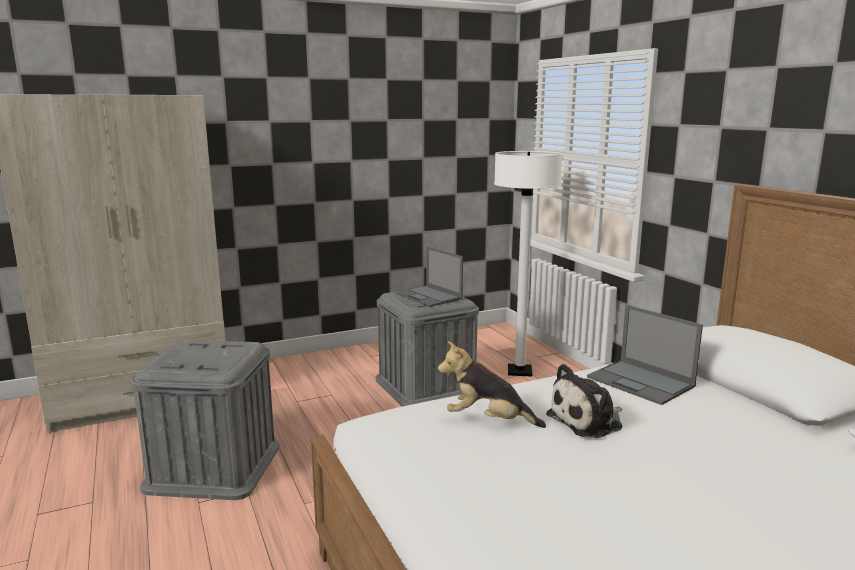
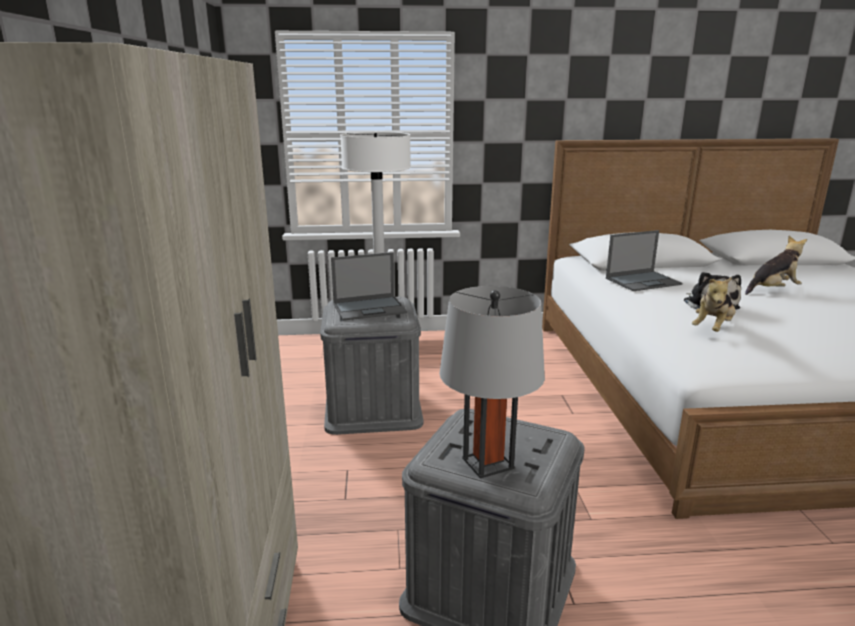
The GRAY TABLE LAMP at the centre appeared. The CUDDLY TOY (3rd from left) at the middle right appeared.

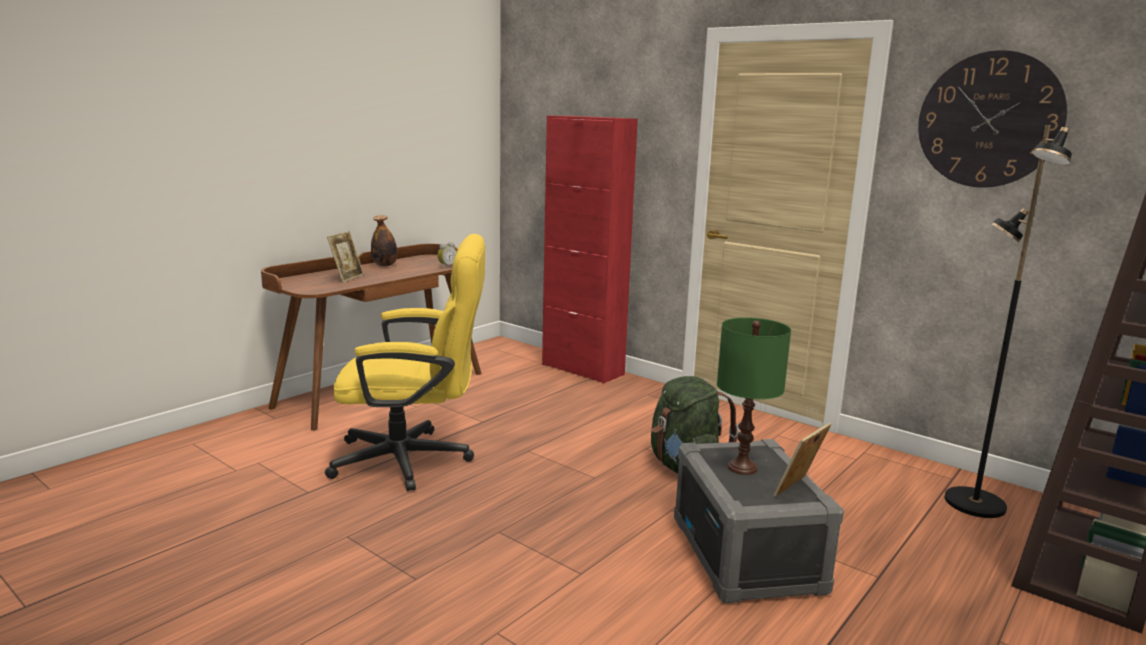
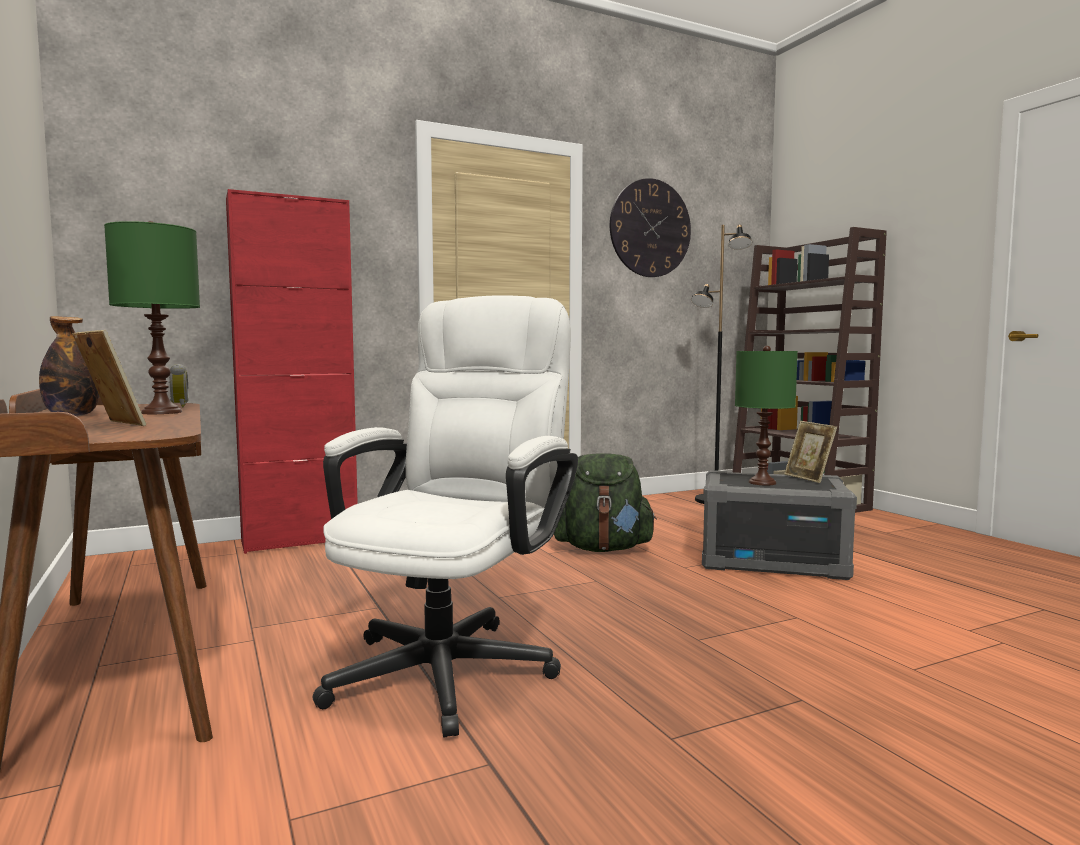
The GREEN TABLE LAMP (1st from left) at the middle left appeared. The YELLOWISH OFFICE CHAIR at the centre became the WHITISH OFFICE CHAIR at the centre.

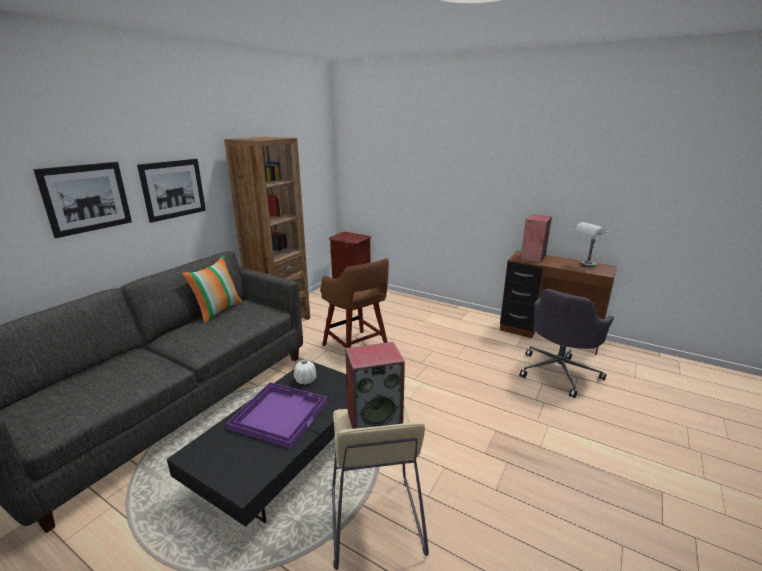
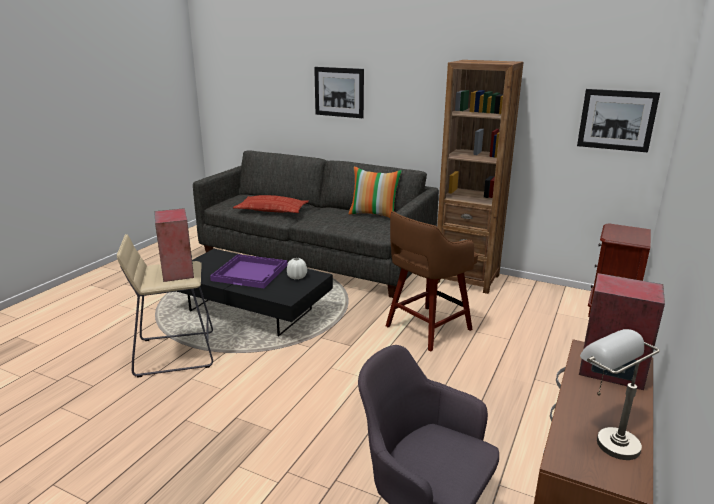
The THROW PILLOW (1st from left) at the centre appeared. The PICTURE (2nd from left) moved from the middle left to the top right.

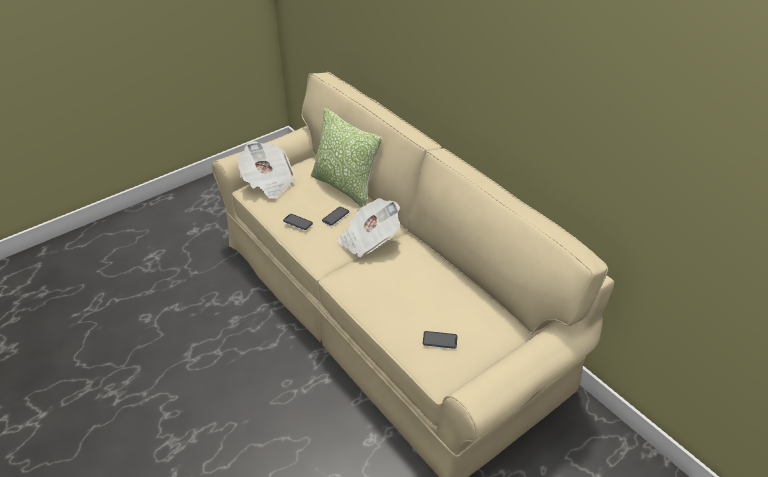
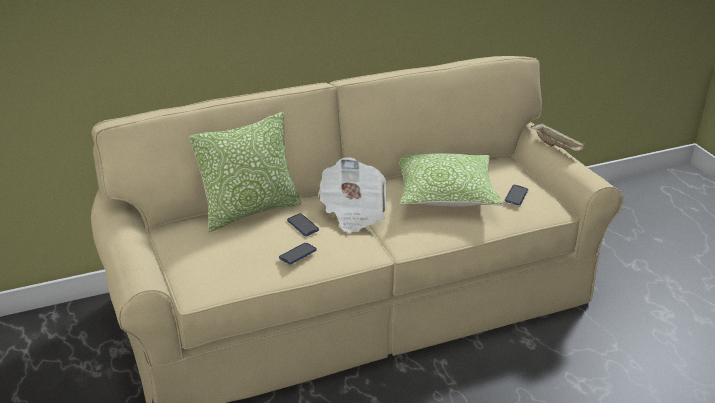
The DAILY PAPER (1st from left) at the centre disappeared. The THROW PILLOW (2nd from left) at the centre appeared. The BEIGE-COLOURED CARRYING TRAY at the middle right appeared.

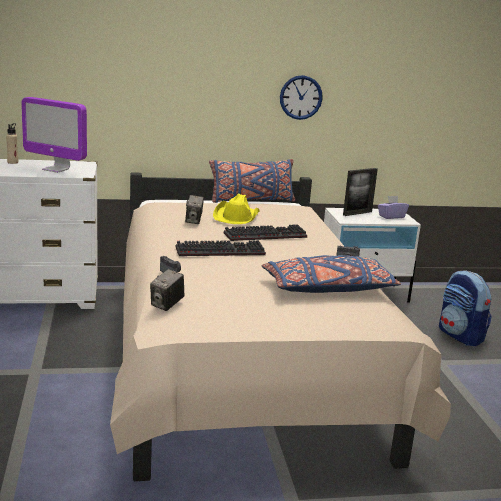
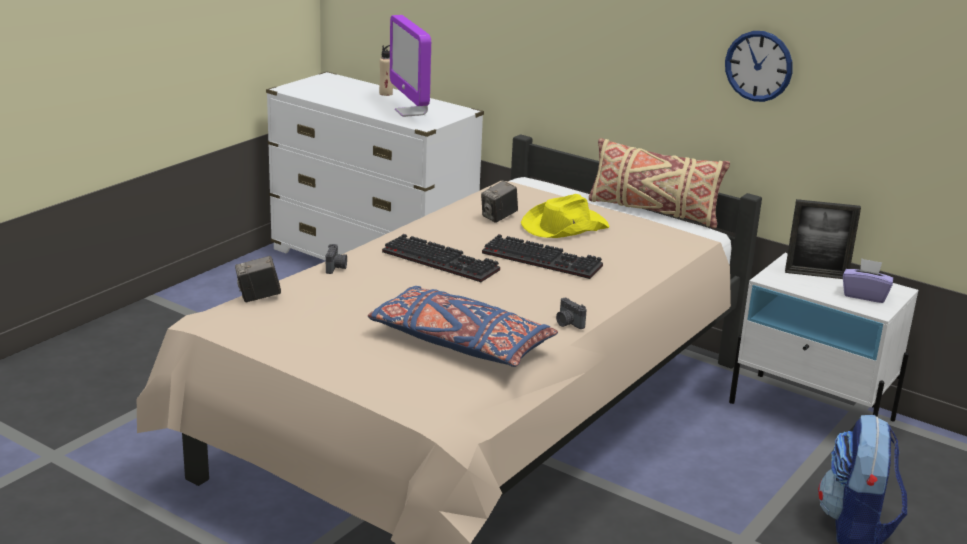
The BLUE-COLOURED THROW PILLOW (1st from left) at the centre became the BEIGE-COLOURED THROW PILLOW at the middle right.

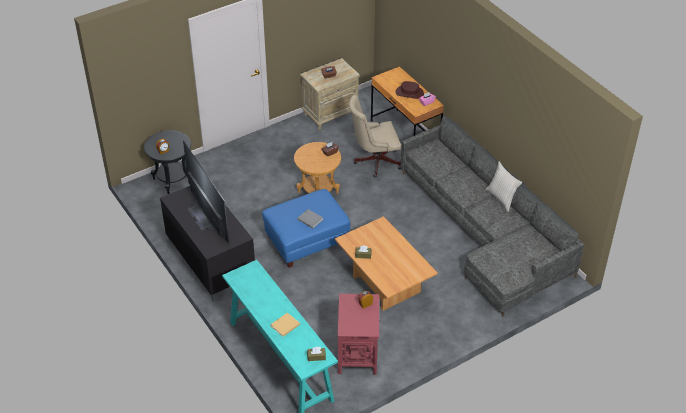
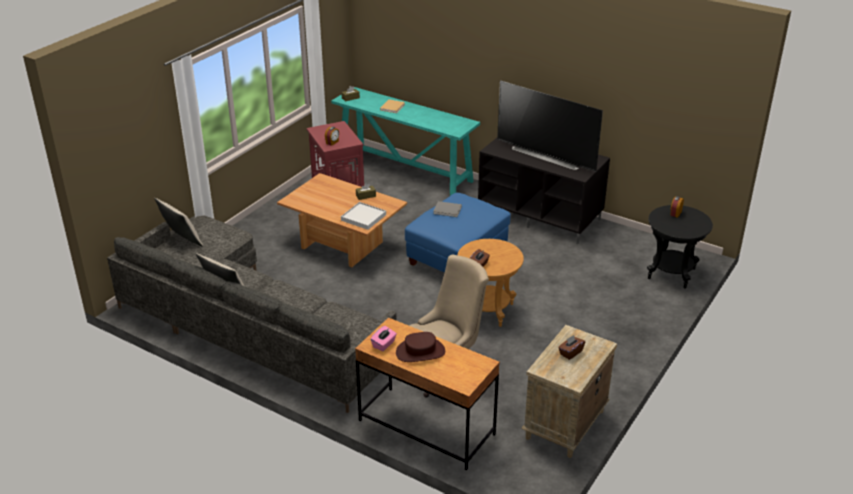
The BEIGE-COLOURED THROW PILLOW (1st from left) at the middle left appeared. The WHITISH CARRYING TRAY at the centre appeared.

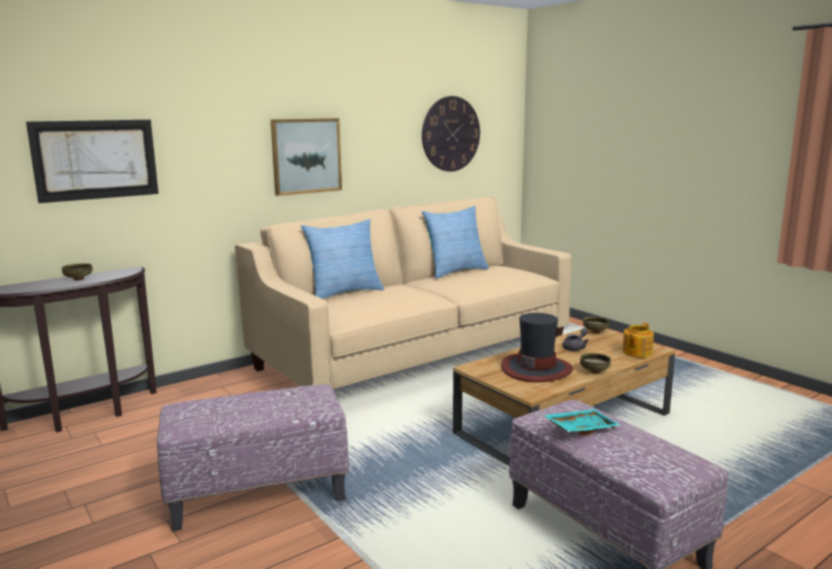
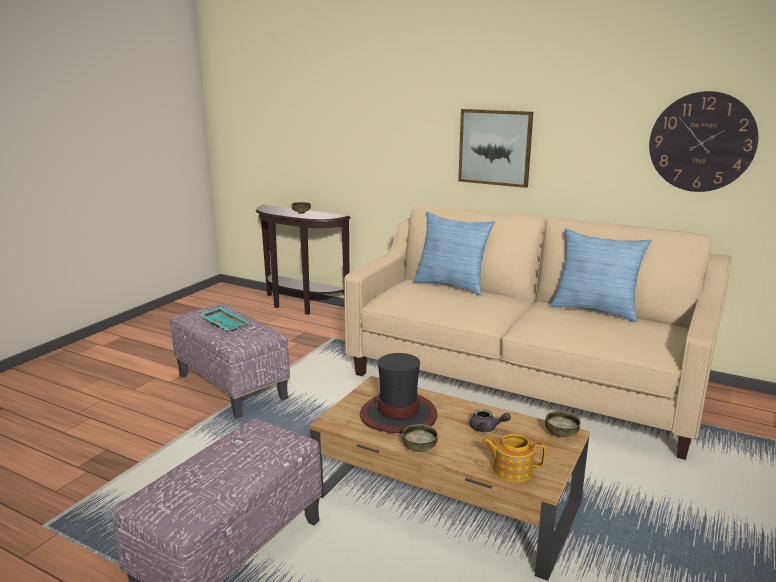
The PICTURE (1st from left) at the top left disappeared. The BLUE-GREEN CARRYING TRAY moved from the bottom right to the middle left.

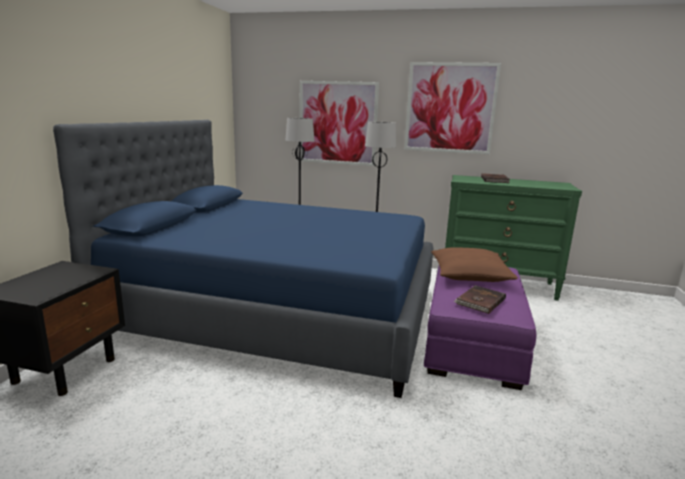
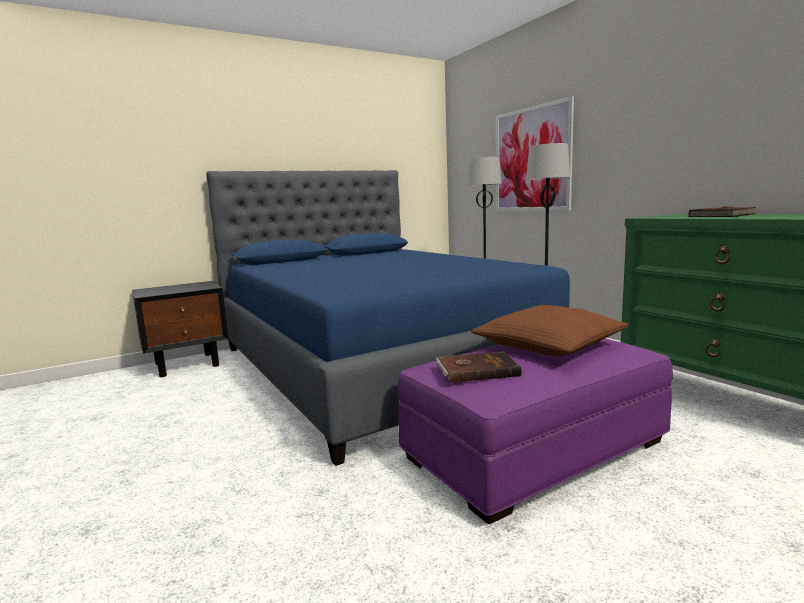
The PICTURE (2nd from left) at the top centre disappeared.

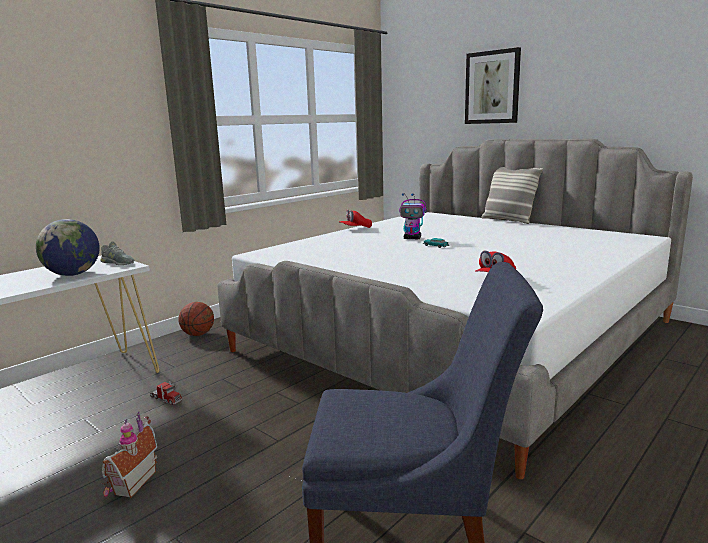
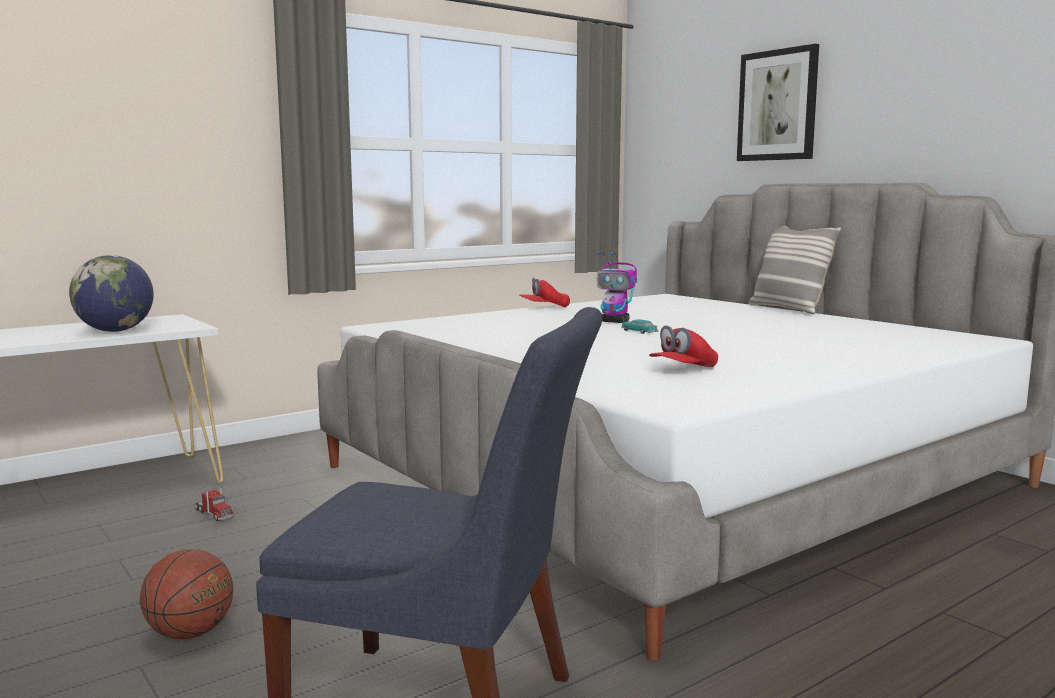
The GRAY ITEM OF FOOTWEAR at the middle left disappeared. The MINIATURE HOUSE at the bottom left disappeared. The BASKETBALL moved from the middle left to the bottom left.

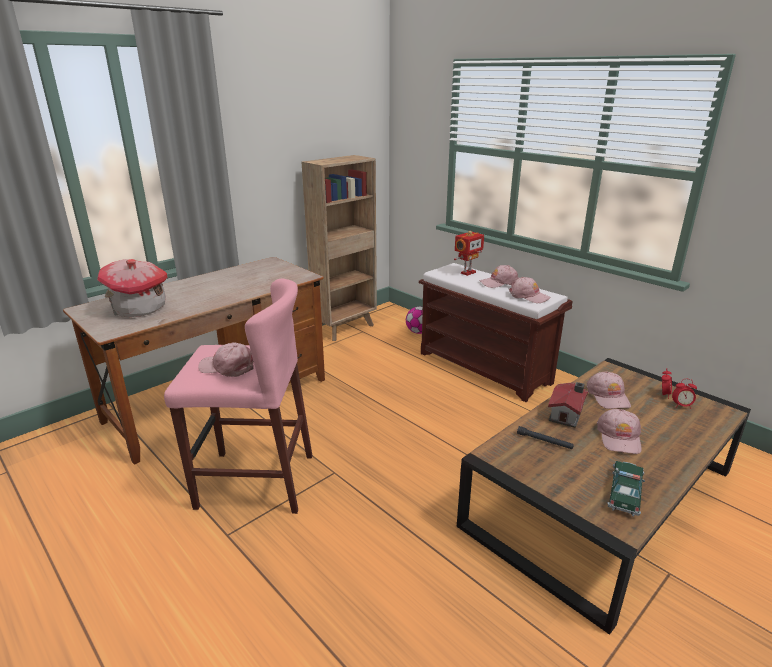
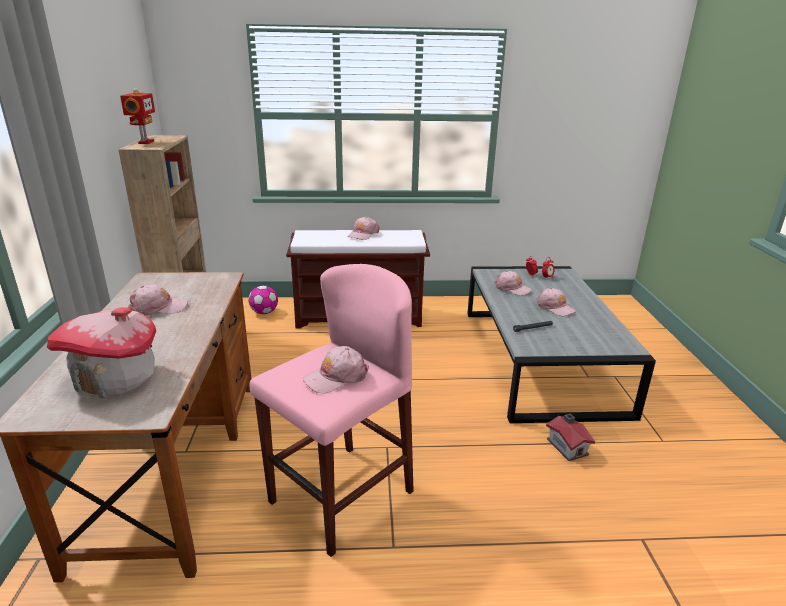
The MINIATURE CAR at the bottom right disappeared. The TOY ROBOT moved from the centre to the top left. The PINKISH CAP (3rd from left in the first image) moved from the middle right to the middle left. The MINIATURE HOUSE (2nd from left) moved from the middle right to the bottom right. The BROWN-COLOURED LOW TABLE at the bottom right became the GRAY LOW TABLE at the middle right.

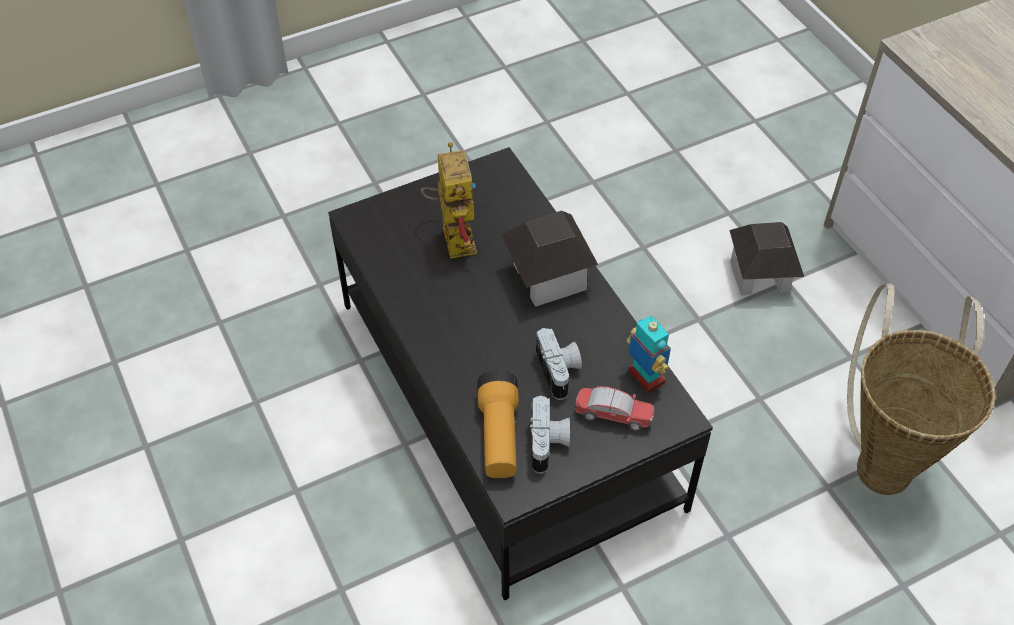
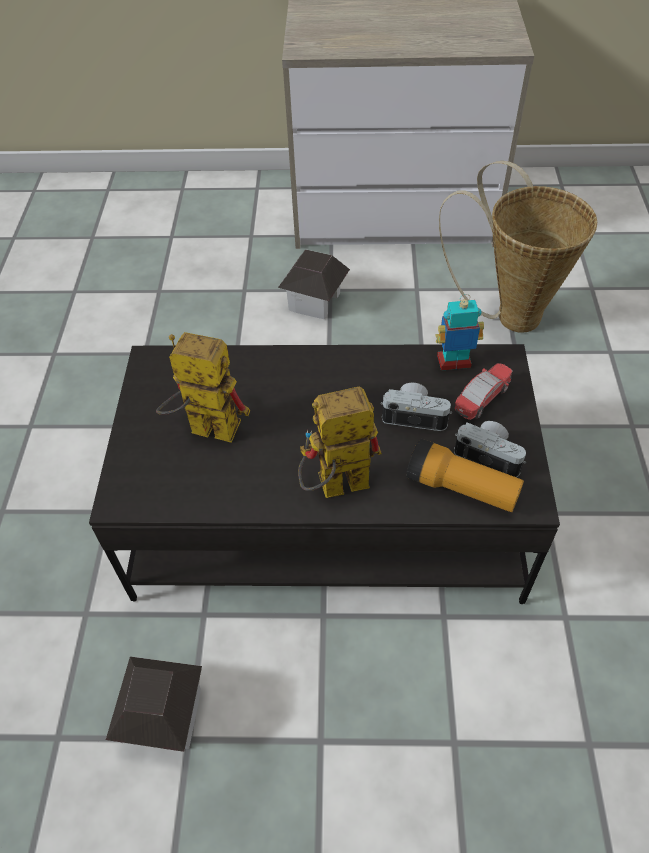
The TOY ROBOT (2nd from left) at the centre appeared. The MINIATURE HOUSE (1st from left) moved from the centre to the bottom left.

